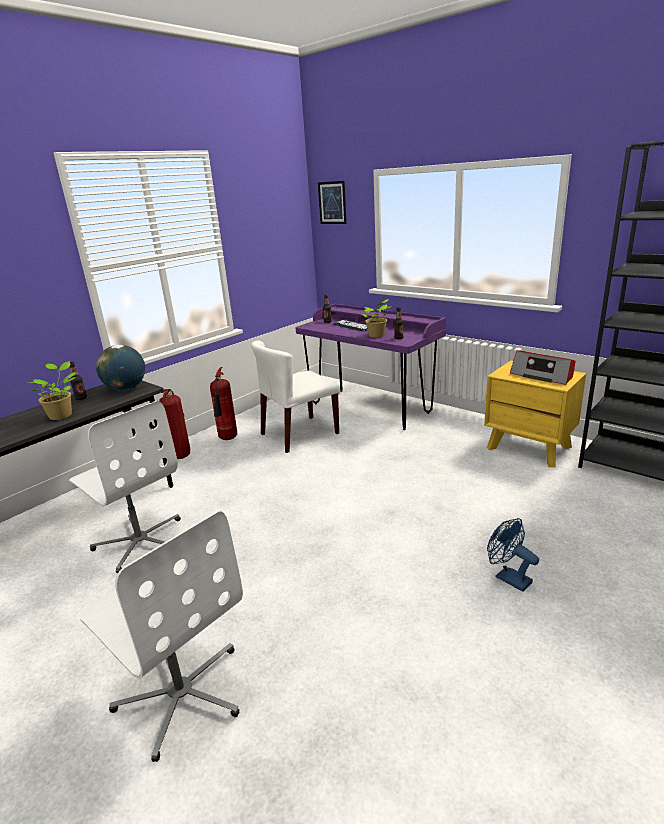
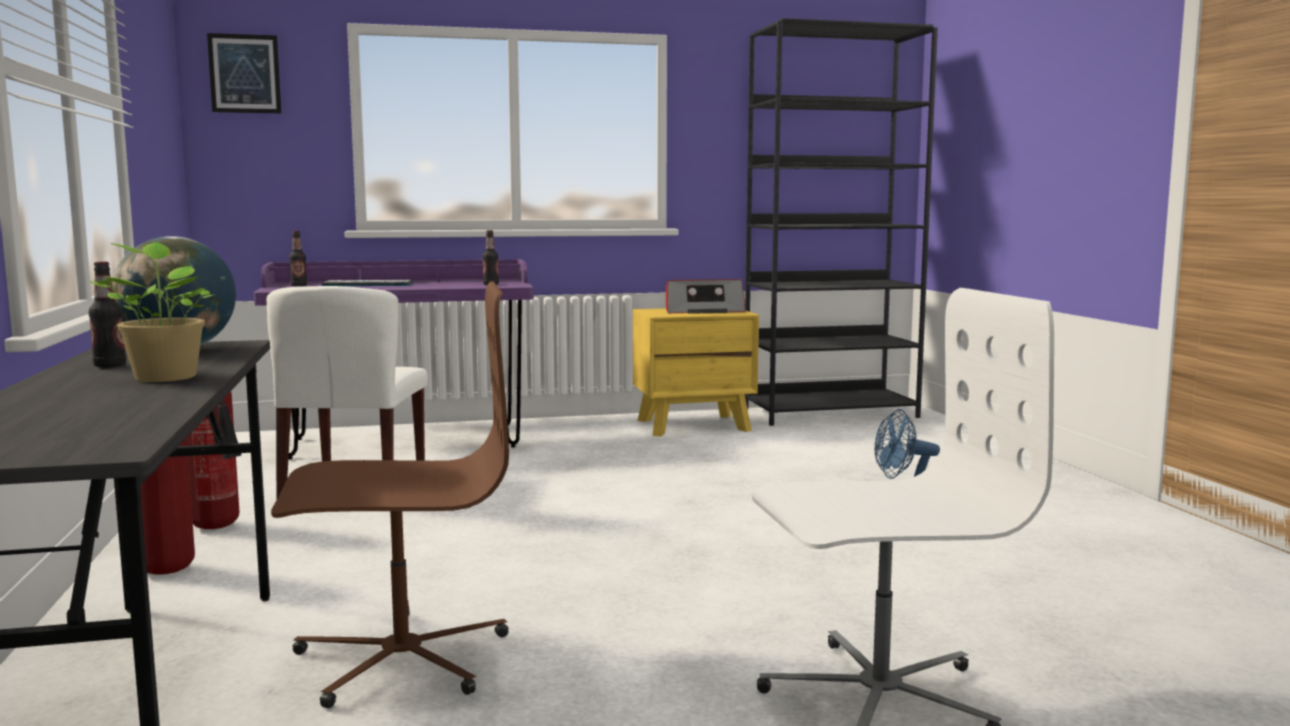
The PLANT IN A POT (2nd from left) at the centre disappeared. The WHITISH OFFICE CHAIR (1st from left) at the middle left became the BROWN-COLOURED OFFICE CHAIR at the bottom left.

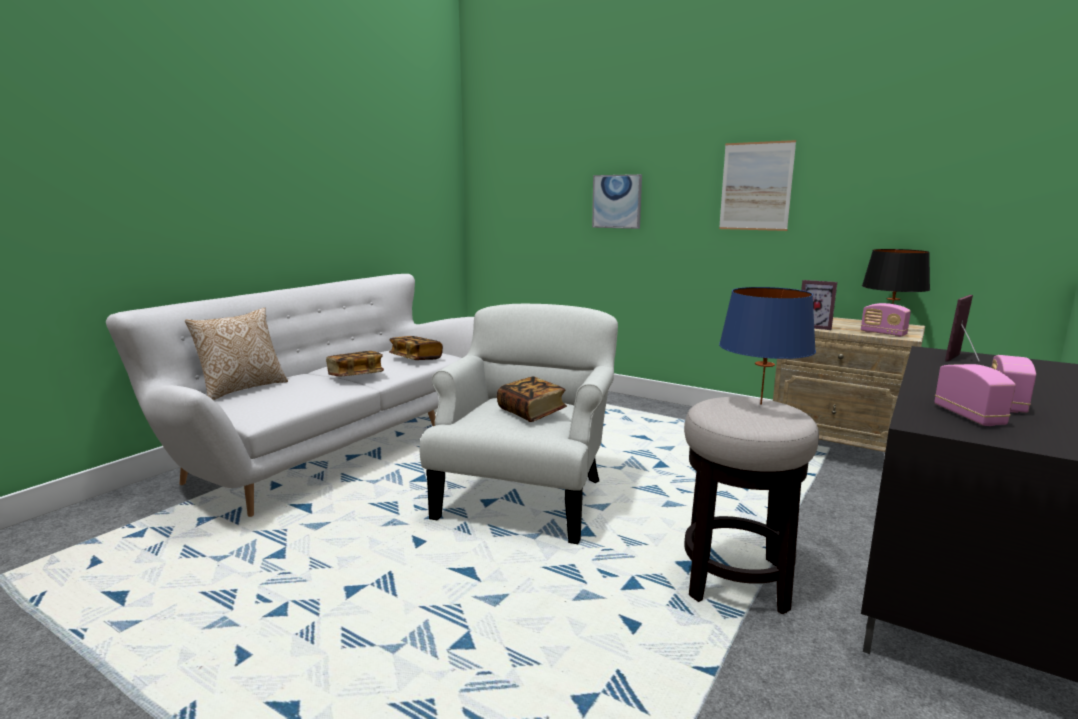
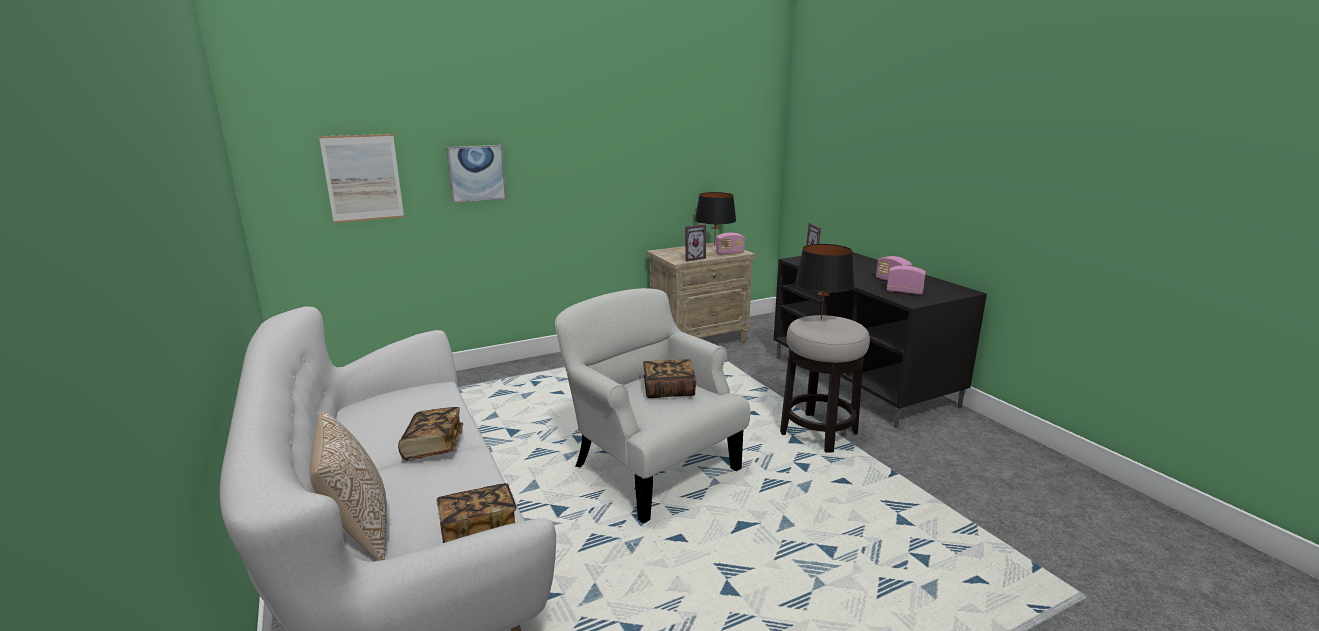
The VOLUME (2nd from left) moved from the centre to the bottom centre. The PICTURE (2nd from left in the first image) moved from the top right to the top left. The BLUE-COLOURED TABLE LAMP at the middle right became the BLACK-COLOURED TABLE LAMP (2nd from left) at the centre.

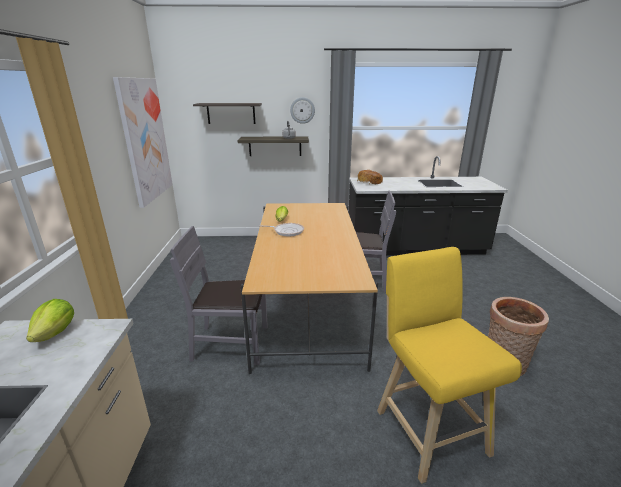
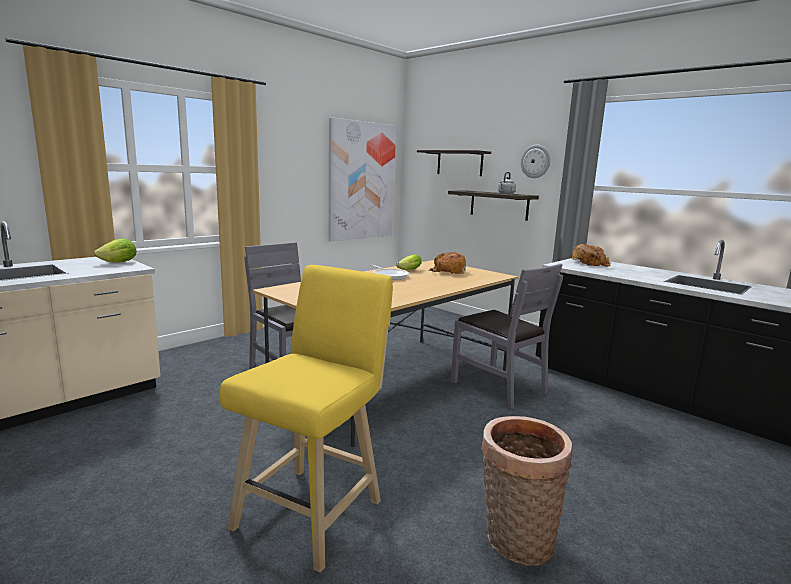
The BREAD (1st from left) at the centre appeared.

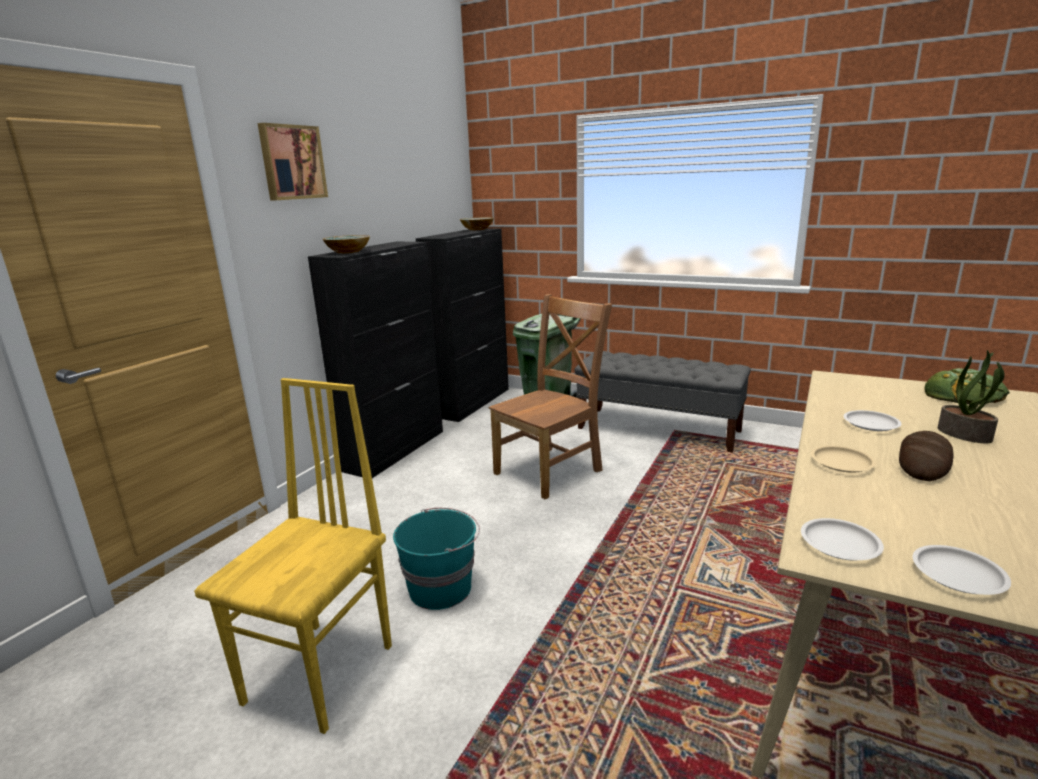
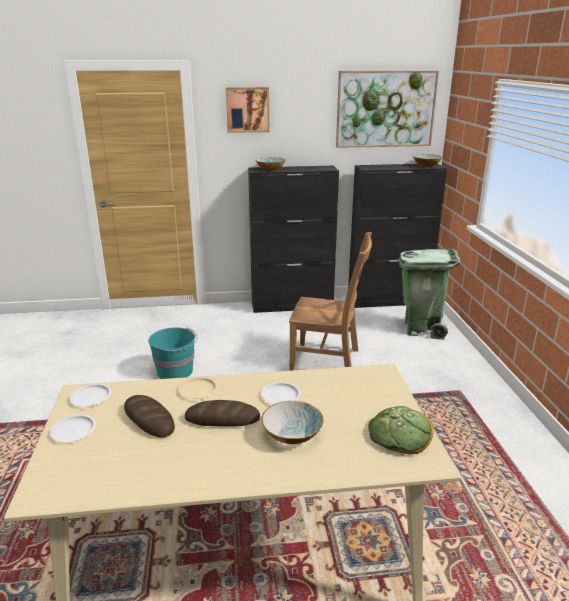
The YELLOWISH CHAIR at the bottom left disappeared. The GRAY LONG SEAT at the centre disappeared. The BREAD (1st from left) at the bottom left appeared. The PICTURE (2nd from left) at the top right appeared. The PLANT IN A POT at the middle right was replaced by the BOWL (2nd from left) at the bottom centre.

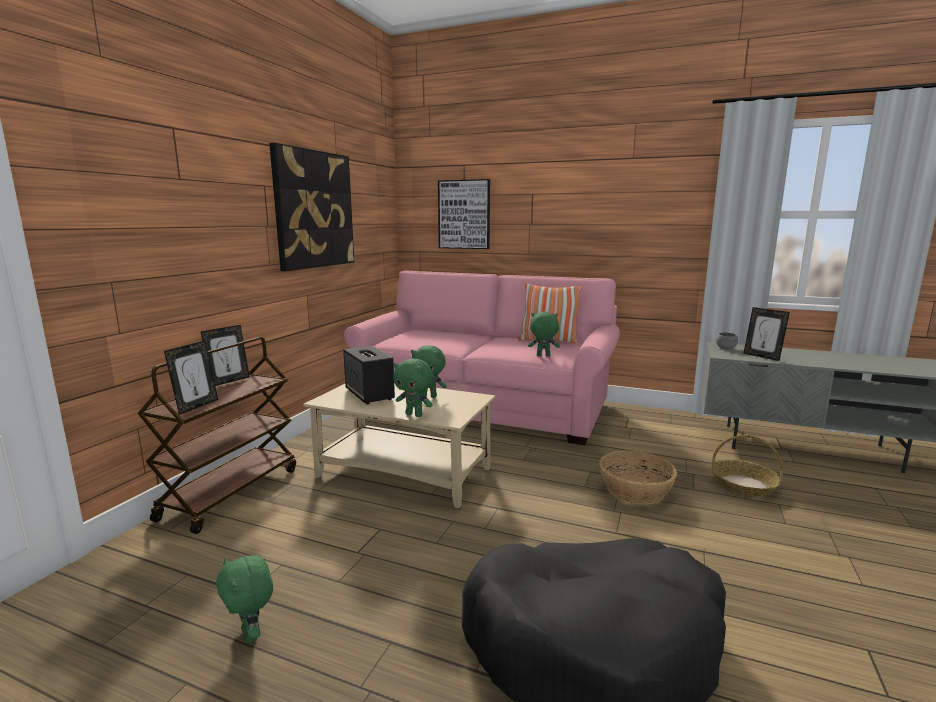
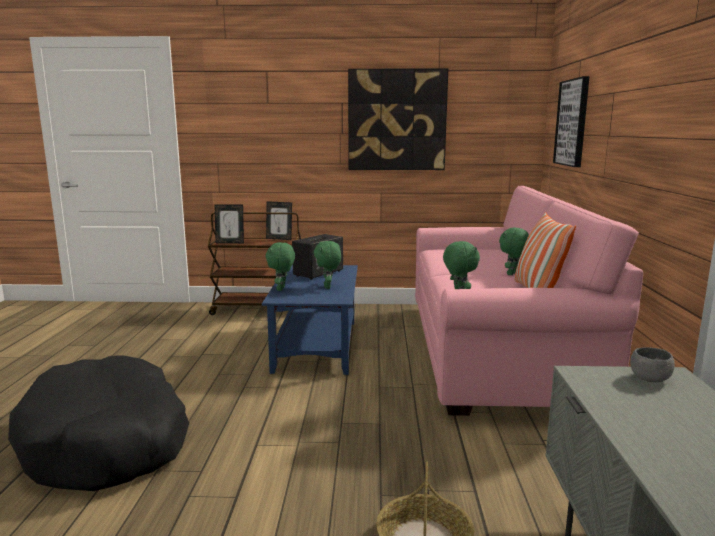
The HOUSEHOLD BASKET (1st from left) at the bottom right disappeared. The PHOTO FRAME (3rd from left) at the middle right disappeared. The GREEN CUDDLY TOY (1st from left in the first image) moved from the bottom left to the middle right. The BEIGE-COLOURED LOW TABLE at the centre became the BLUE-COLOURED LOW TABLE at the centre.

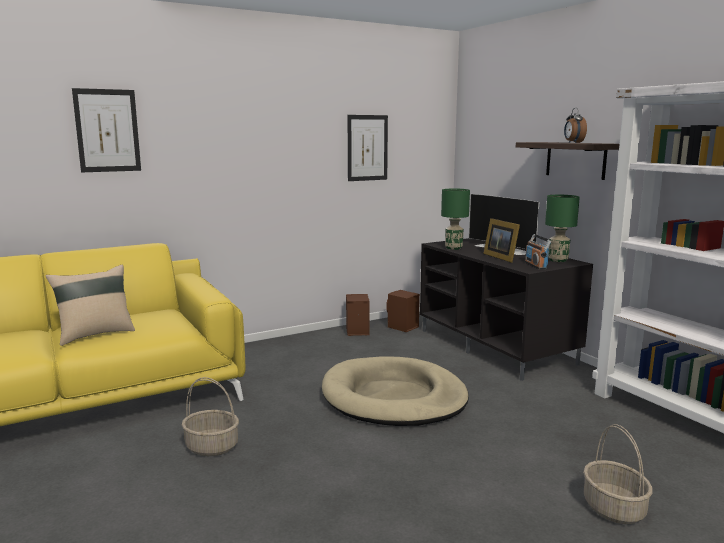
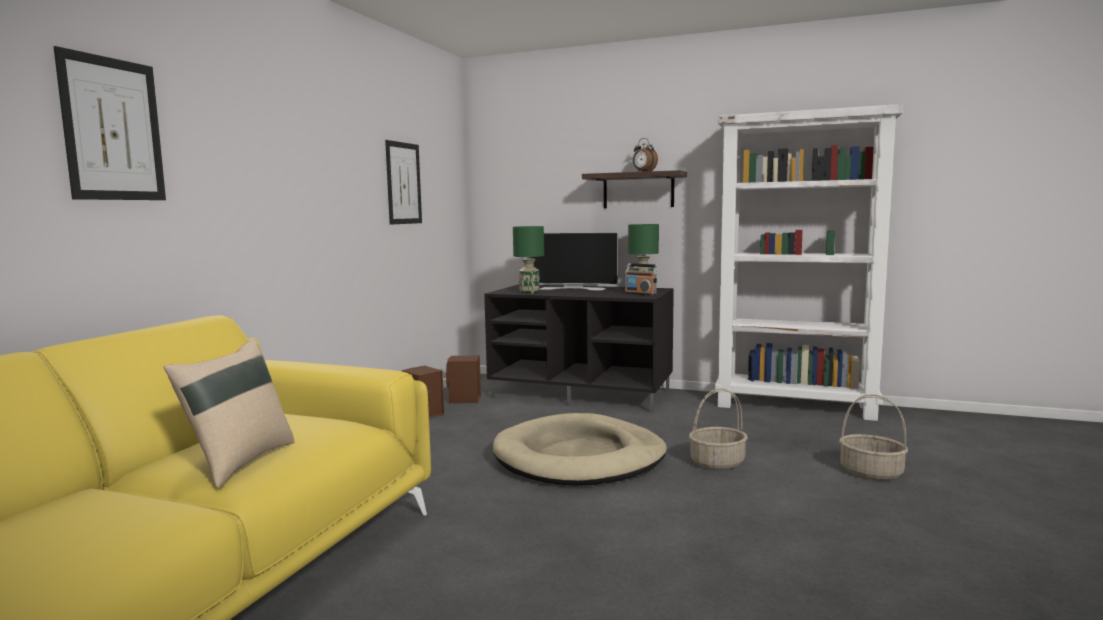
The PHOTO FRAME at the middle right disappeared. The HOUSEHOLD BASKET (1st from left) moved from the bottom left to the bottom centre.

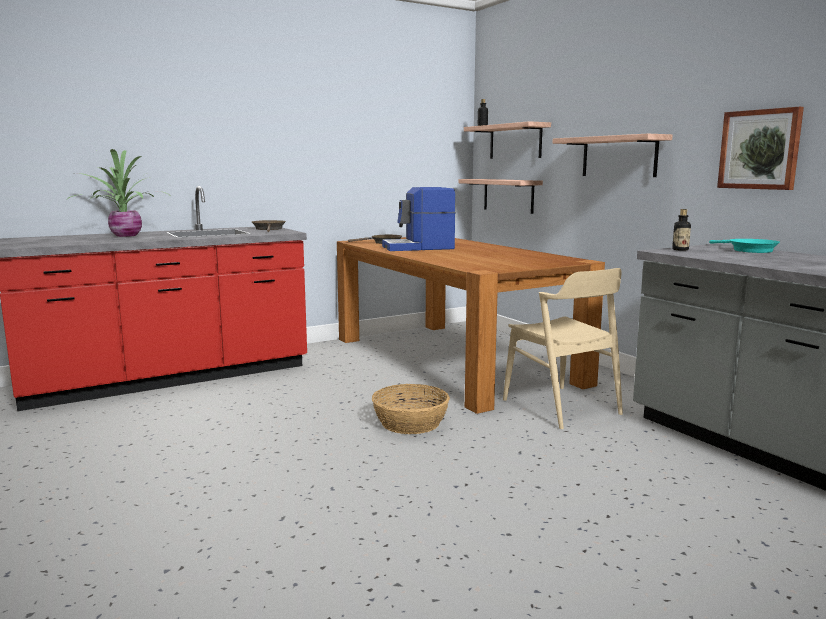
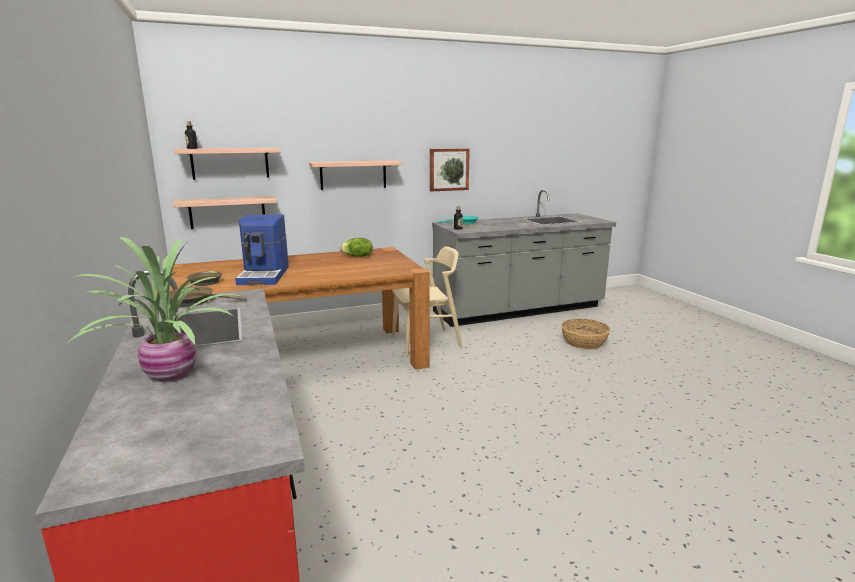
The LETTUCE HEAD at the centre appeared. The HOUSEHOLD BASKET moved from the centre to the middle right.

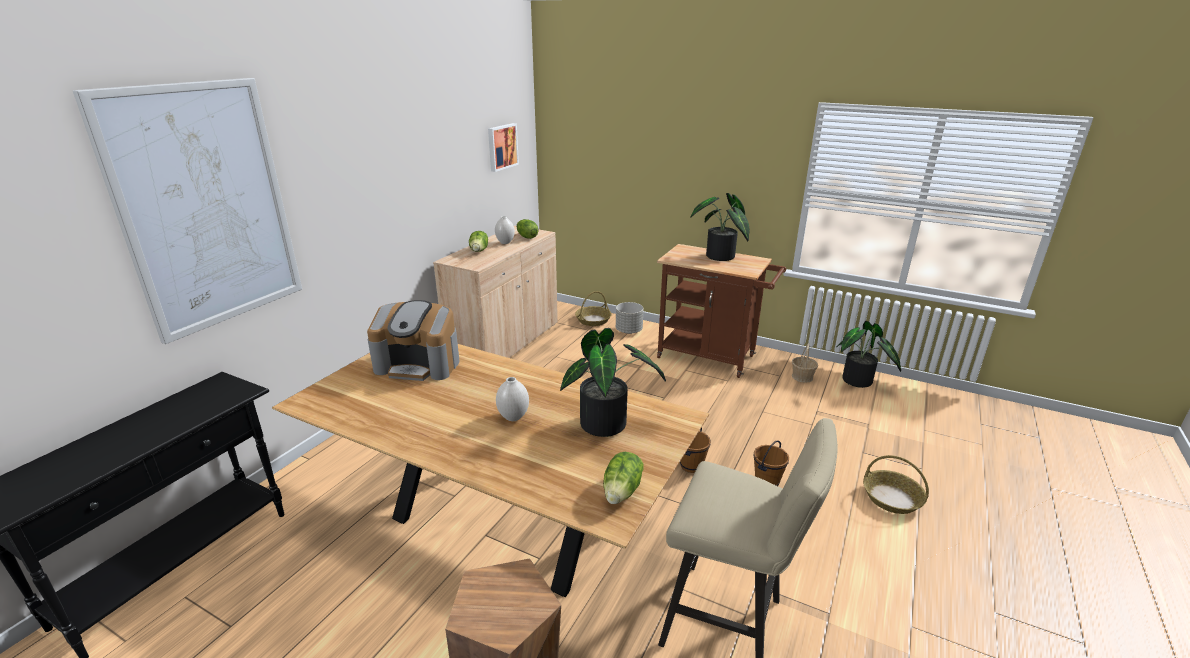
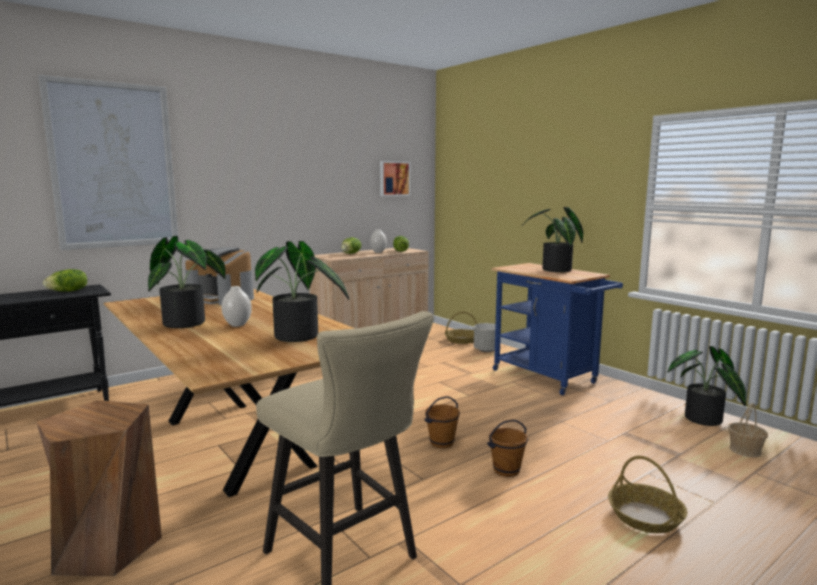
The PLANT IN A POT (1st from left) at the middle left appeared. The LETTUCE HEAD (3rd from left in the first image) moved from the bottom centre to the middle left. The HOUSEHOLD BASKET (2nd from left in the first image) moved from the middle right to the bottom right. The BROWN-COLOURED WHEELED CART at the centre became the BLUE-COLOURED WHEELED CART at the middle right.

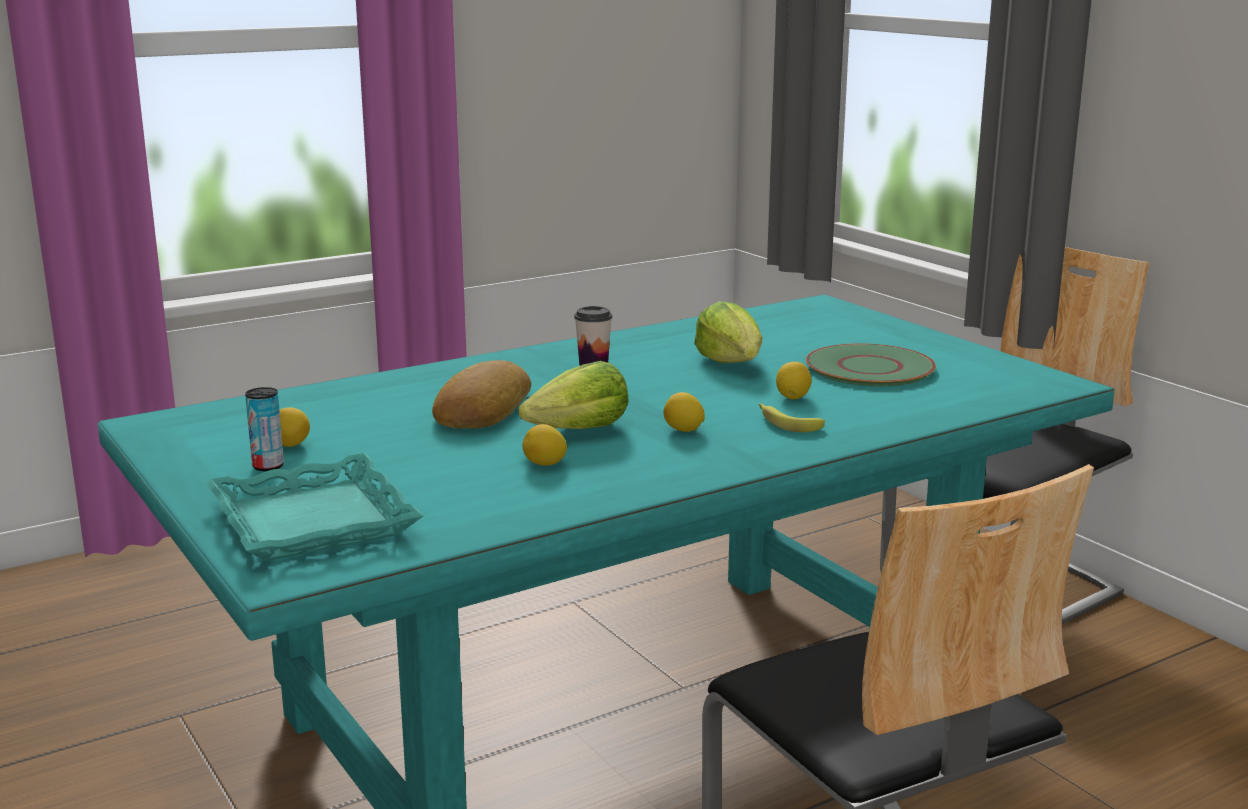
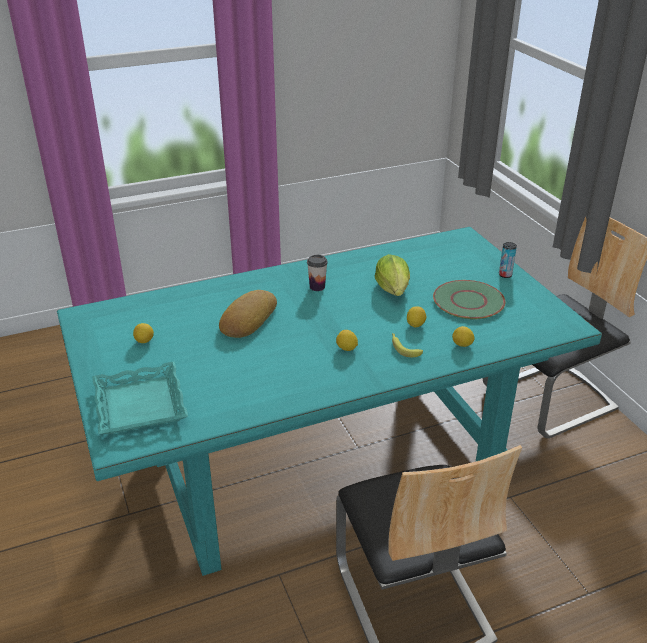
The LETTUCE HEAD (1st from left) at the centre disappeared. The CAN moved from the middle left to the middle right. The CITRUS FRUIT (2nd from left in the first image) moved from the centre to the middle right.

